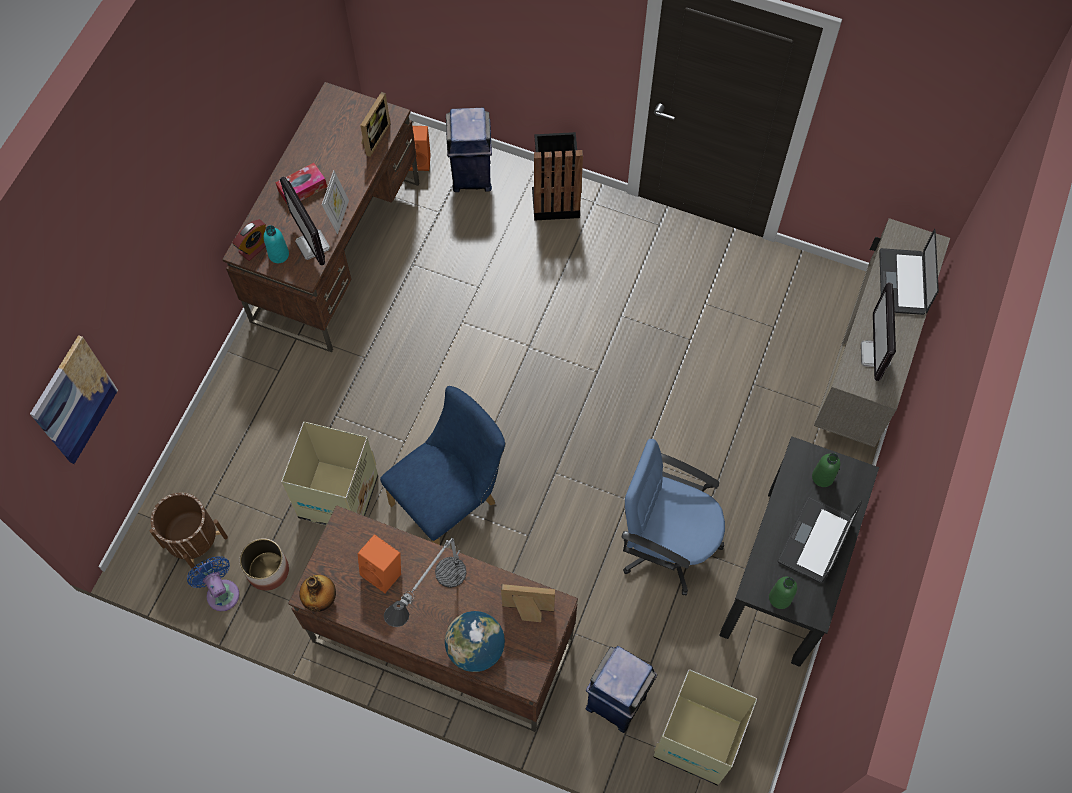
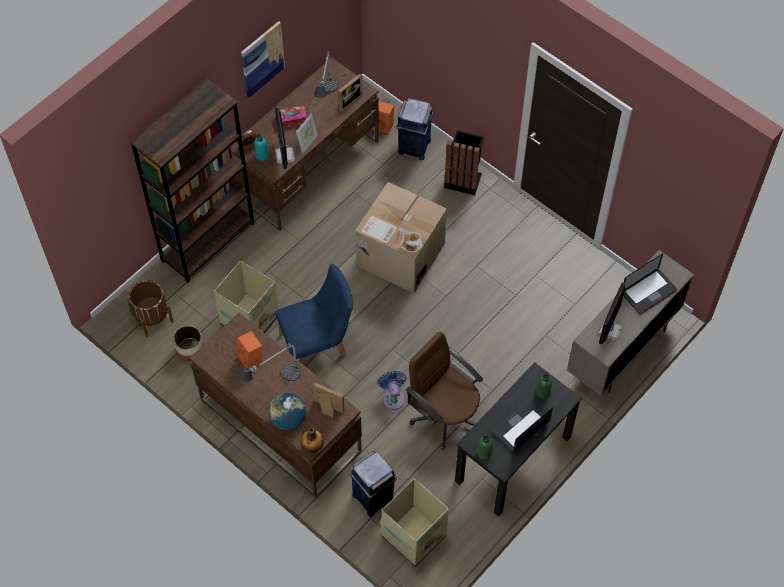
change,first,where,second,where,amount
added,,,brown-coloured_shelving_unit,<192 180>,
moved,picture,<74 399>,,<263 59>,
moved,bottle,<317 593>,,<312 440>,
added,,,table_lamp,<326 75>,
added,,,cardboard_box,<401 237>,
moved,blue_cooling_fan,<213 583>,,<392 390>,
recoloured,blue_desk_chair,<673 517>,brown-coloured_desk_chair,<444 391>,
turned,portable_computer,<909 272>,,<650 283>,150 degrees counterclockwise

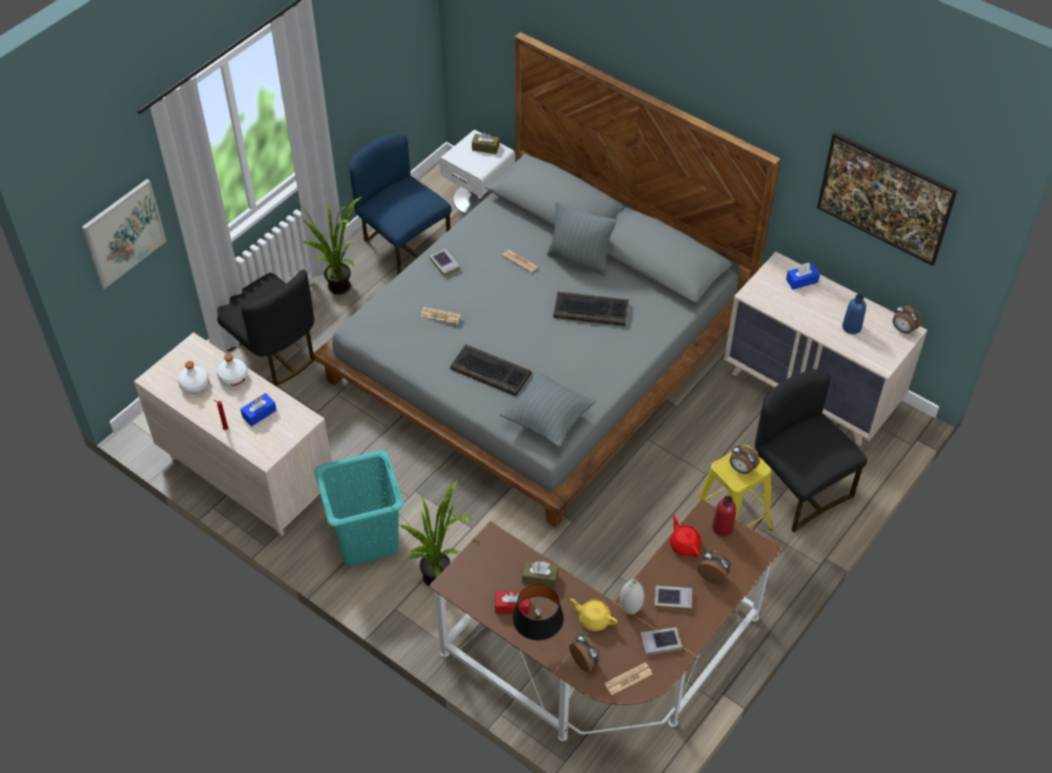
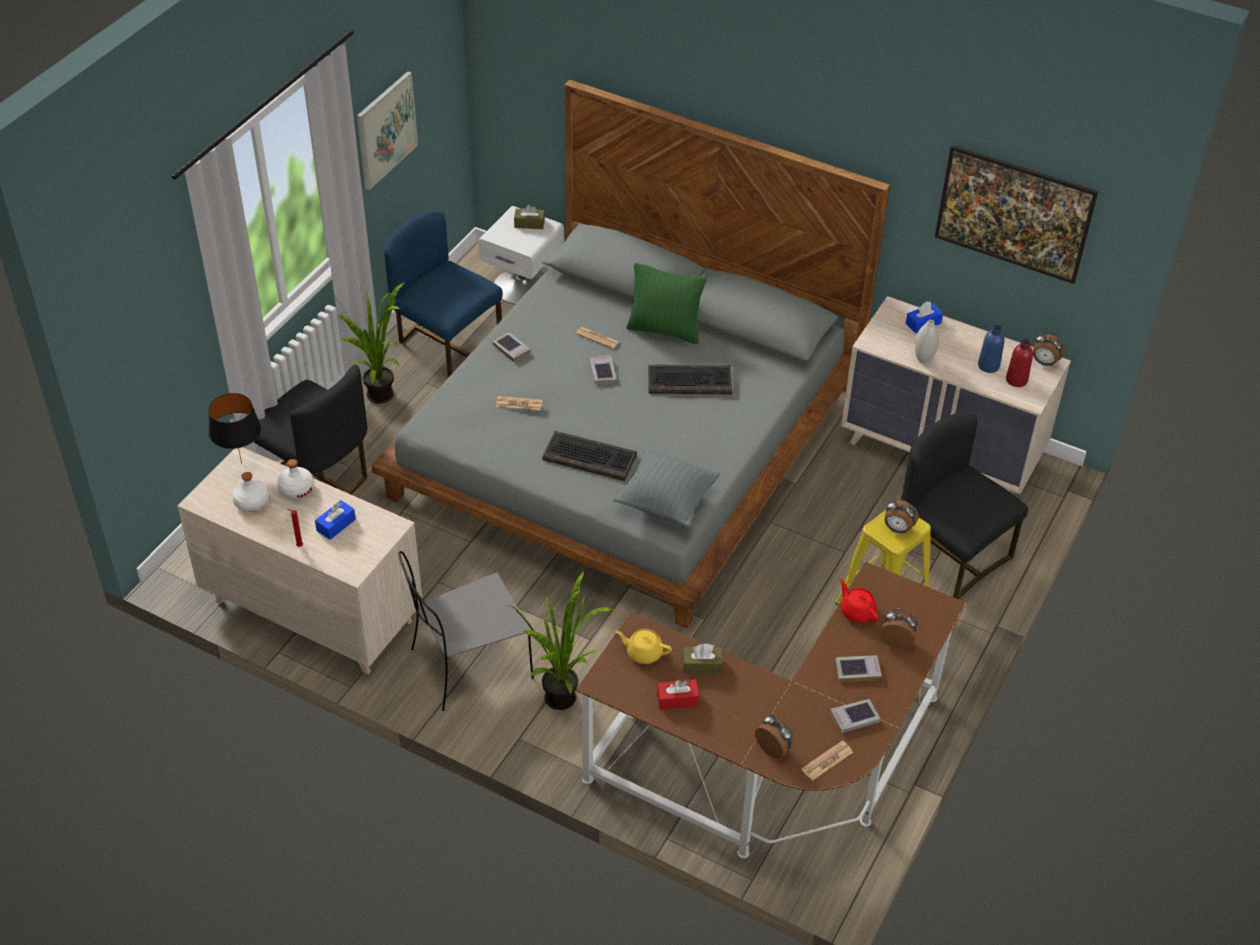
change,first,where,second,where,amount
moved,black-coloured_table_lamp,<538 612>,,<235 428>,
moved,picture,<124 234>,,<387 130>,
replaced,turquoise_washing_basket,<359 508>,grey_plain_chair,<466 631>,
added,,,volume,<602 369>,
moved,yellow-coloured_tea_pot,<594 614>,,<643 646>,
recoloured,grey_cushion,<581 238>,greenish_cushion,<666 303>,
moved,whitish_flower_vase,<632 596>,,<927 341>,
moved,red-coloured_bottle,<724 516>,,<1019 363>,

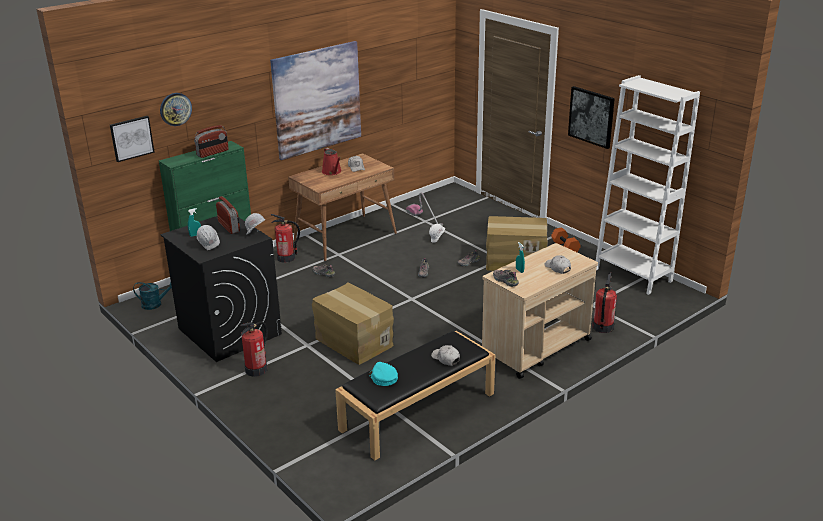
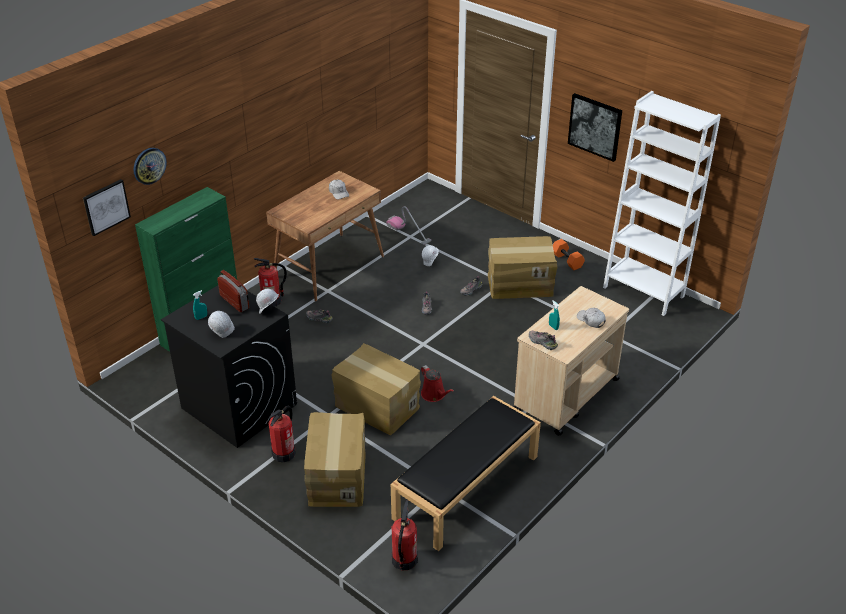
change,first,where,second,where,amount
added,,,cardboard_box,<335 459>,
moved,fire-fighting_cylinder,<605 302>,,<405 535>,
moved,red-coloured_watering_pot,<332 161>,,<437 383>,
removed,turquoise_watering_pot,<152 296>,,,
removed,radio_set,<211 141>,,,
removed,picture,<315 100>,,,
removed,turquoise_peaked_cap,<383 374>,,,
removed,whitish_peaked_cap,<445 355>,,,

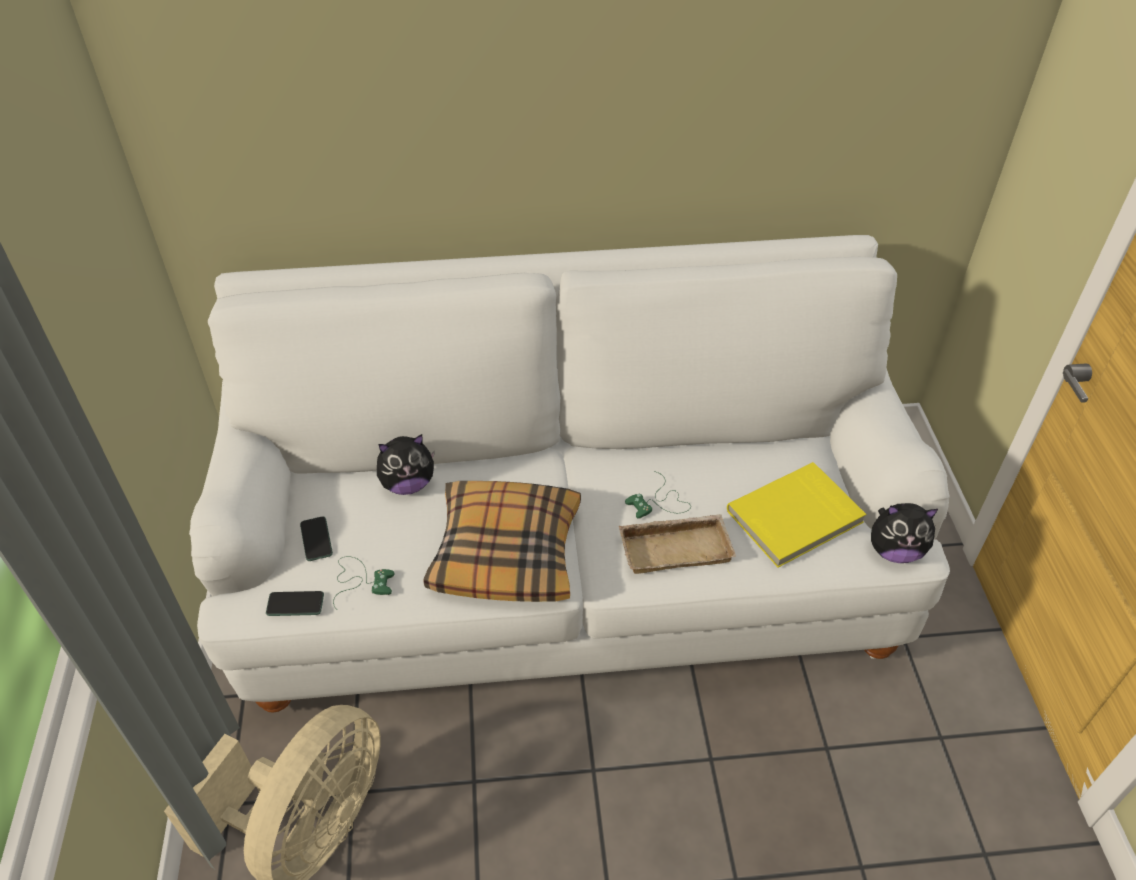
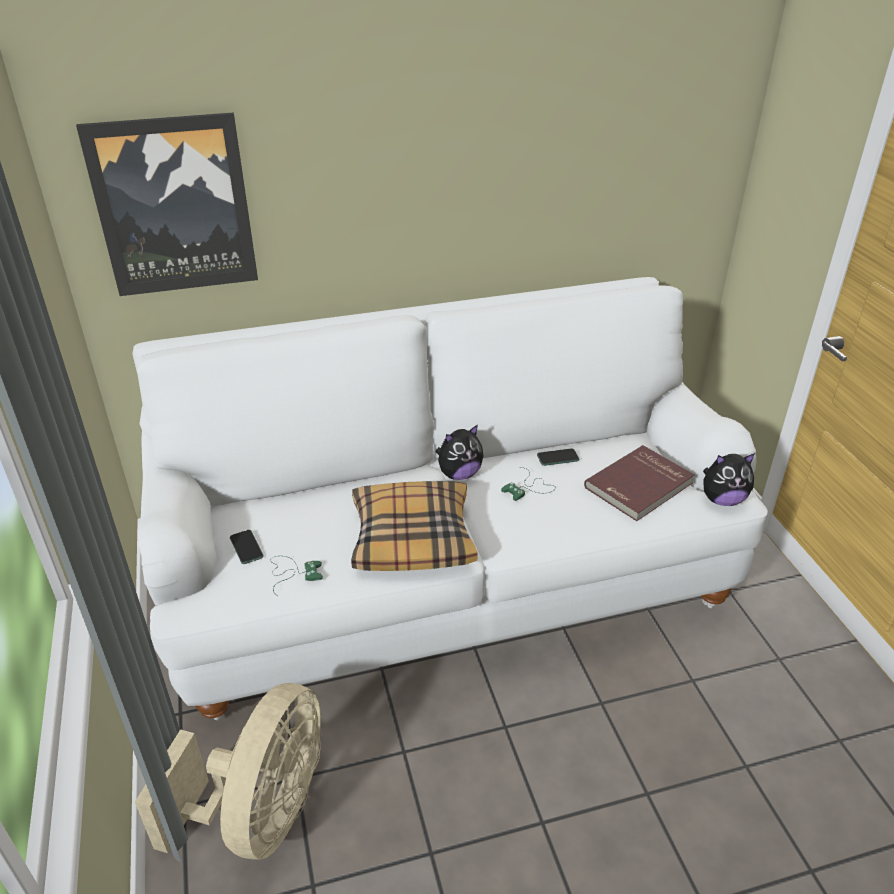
change,first,where,second,where,amount
added,,,picture,<167 204>,
moved,soft_toy,<406 464>,,<460 452>,
moved,handset,<295 603>,,<558 457>,
recoloured,yellow-coloured_volume,<796 514>,red-coloured_volume,<639 483>,
removed,beige_carrying_tray,<677 544>,,,

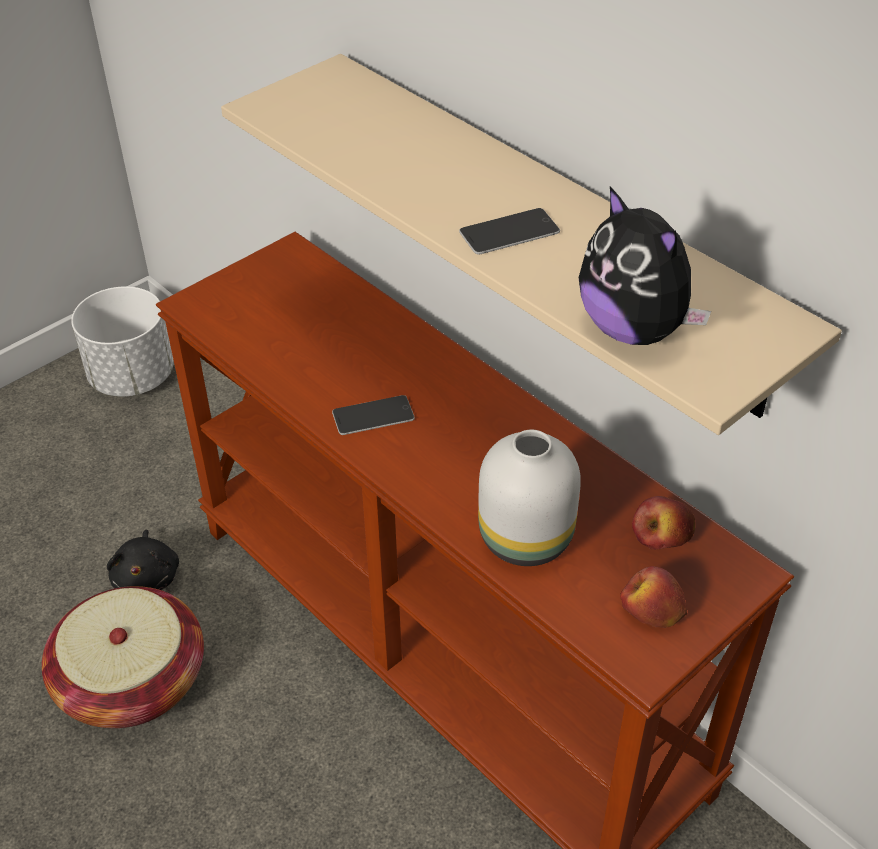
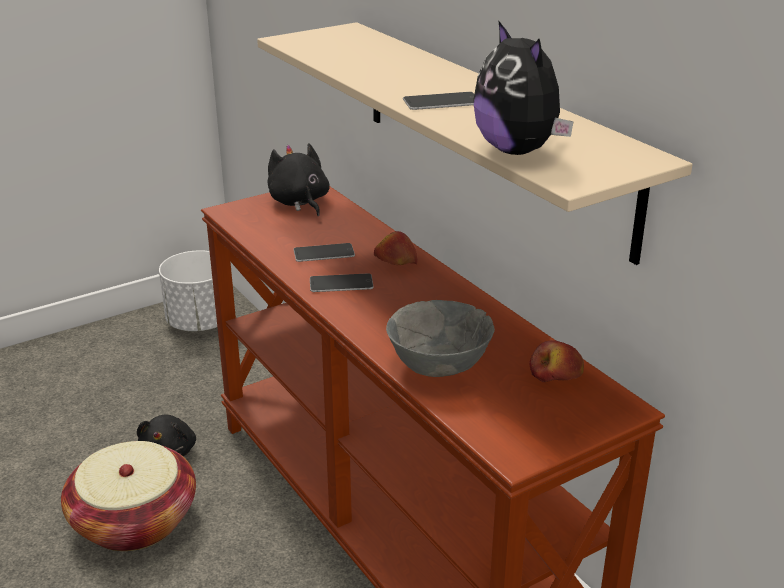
change,first,where,second,where,amount
added,,,black-coloured_soft_toy,<299 180>,
added,,,handset,<324 252>,
moved,whole_apple,<653 597>,,<395 248>,
replaced,whitish_flower_vase,<529 498>,grey_bowl,<440 338>,

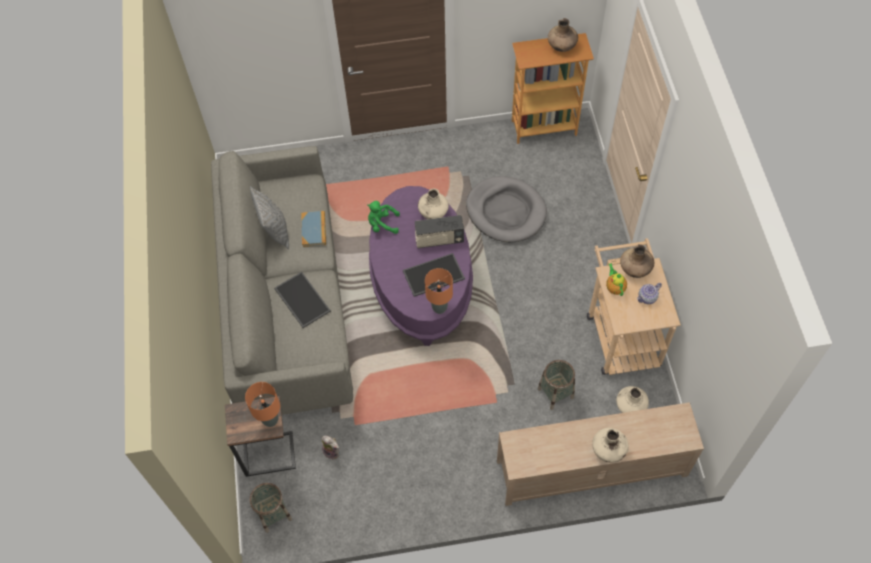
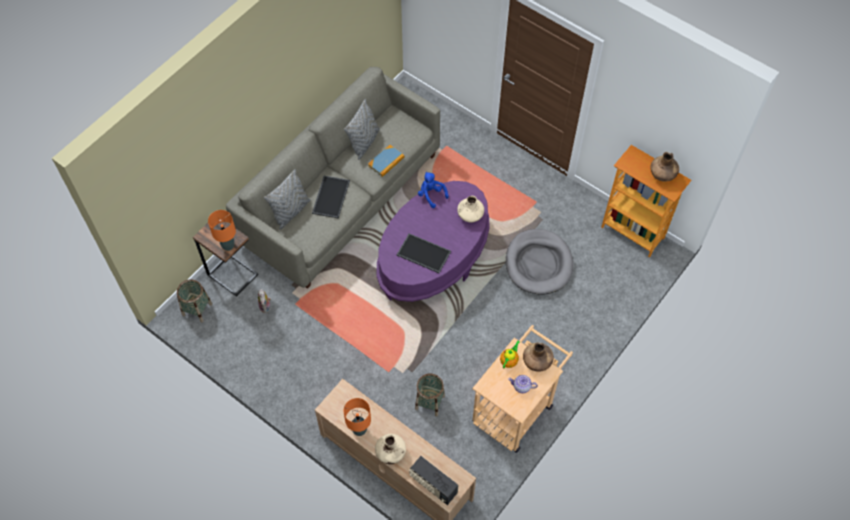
change,first,where,second,where,amount
added,,,grey_cushion,<287 199>,
moved,orange_table_lamp,<439 291>,,<357 417>,
moved,radio_set,<439 231>,,<433 480>,
recoloured,greenish_soft_toy,<383 217>,blue_soft_toy,<433 190>,
removed,beige_flower_vase,<632 399>,,,

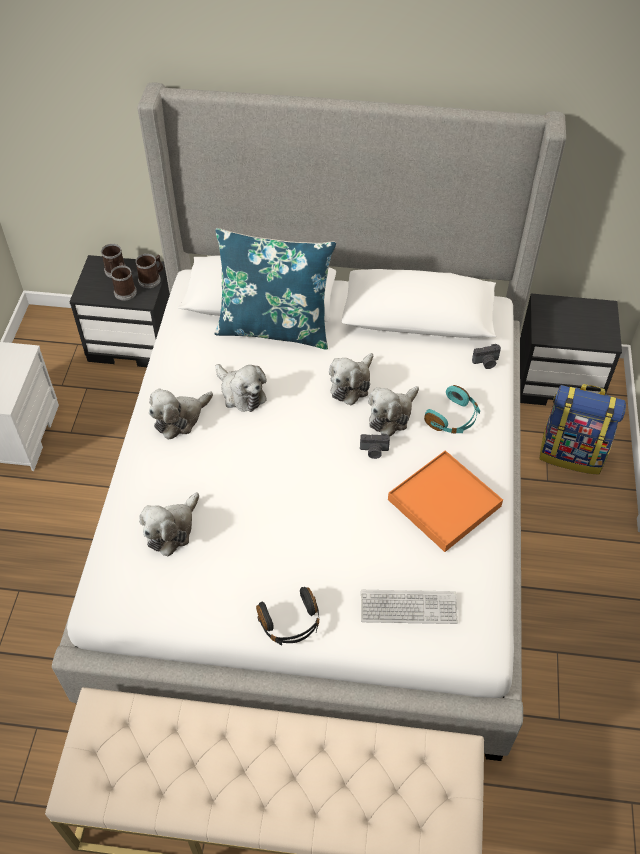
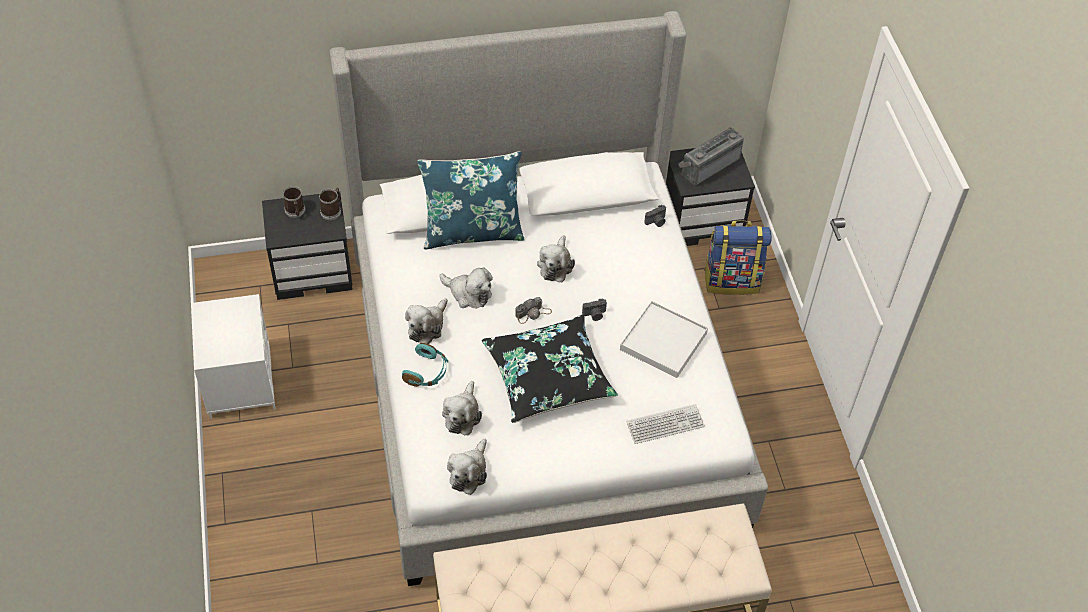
change,first,where,second,where,amount
moved,turquoise_headset,<452 409>,,<425 365>,
moved,soft_toy,<393 411>,,<467 467>,
added,,,black-coloured_cushion,<550 369>,
added,,,photo_camera,<533 310>,
recoloured,orange_carrying_tray,<445 501>,whitish_carrying_tray,<664 339>,
added,,,radio_set,<711 156>,
removed,coffee_mug,<124 281>,,,
removed,black-coloured_headset,<287 616>,,,

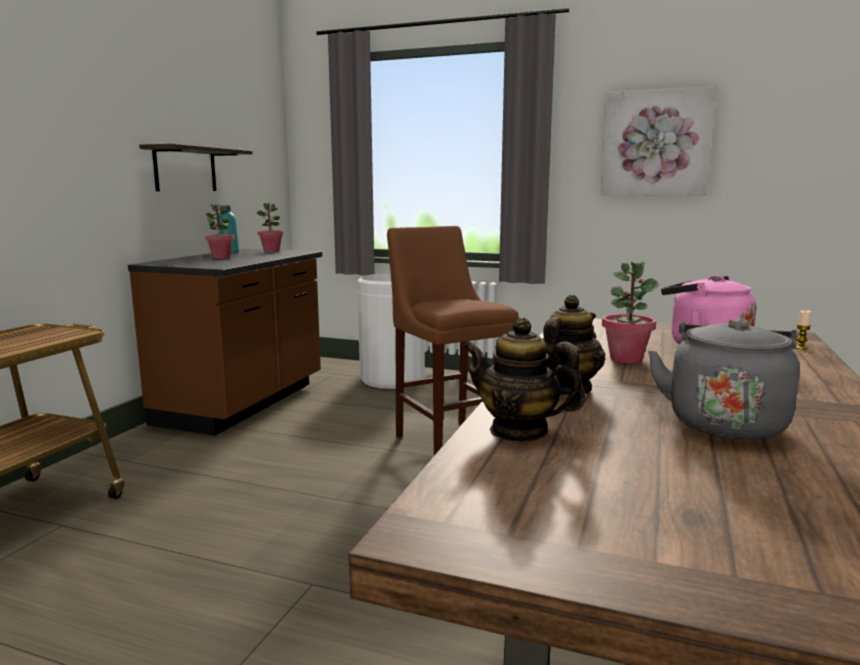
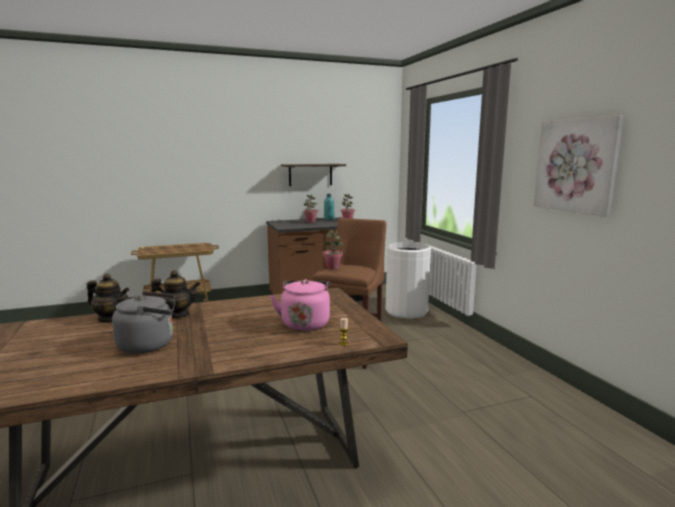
change,first,where,second,where,amount
turned,tea_pot,<524 379>,,<108 298>,120 degrees clockwise
moved,plant_in_a_pot,<630 312>,,<333 250>,

